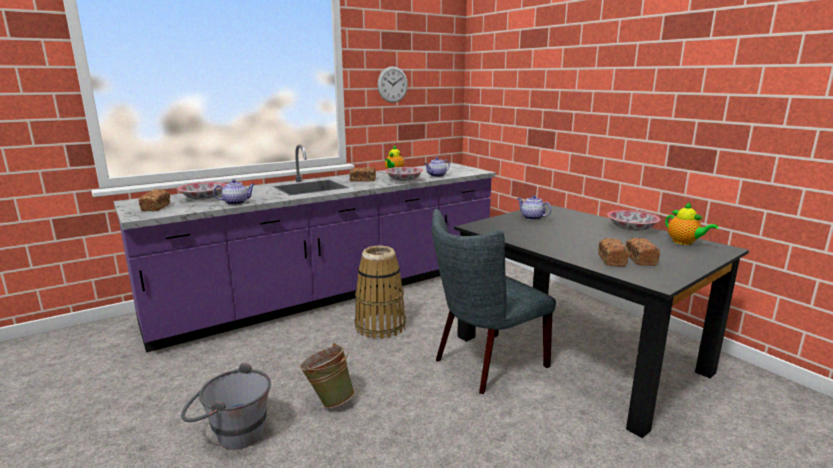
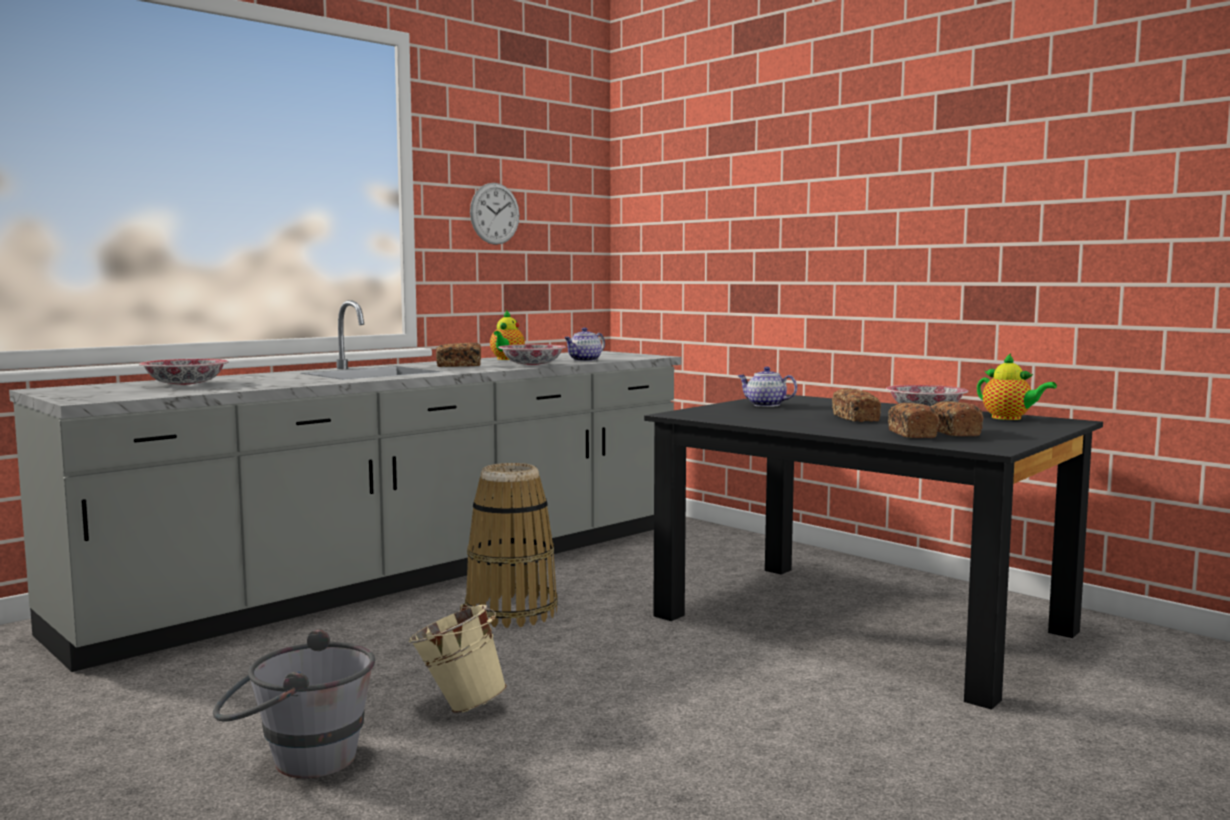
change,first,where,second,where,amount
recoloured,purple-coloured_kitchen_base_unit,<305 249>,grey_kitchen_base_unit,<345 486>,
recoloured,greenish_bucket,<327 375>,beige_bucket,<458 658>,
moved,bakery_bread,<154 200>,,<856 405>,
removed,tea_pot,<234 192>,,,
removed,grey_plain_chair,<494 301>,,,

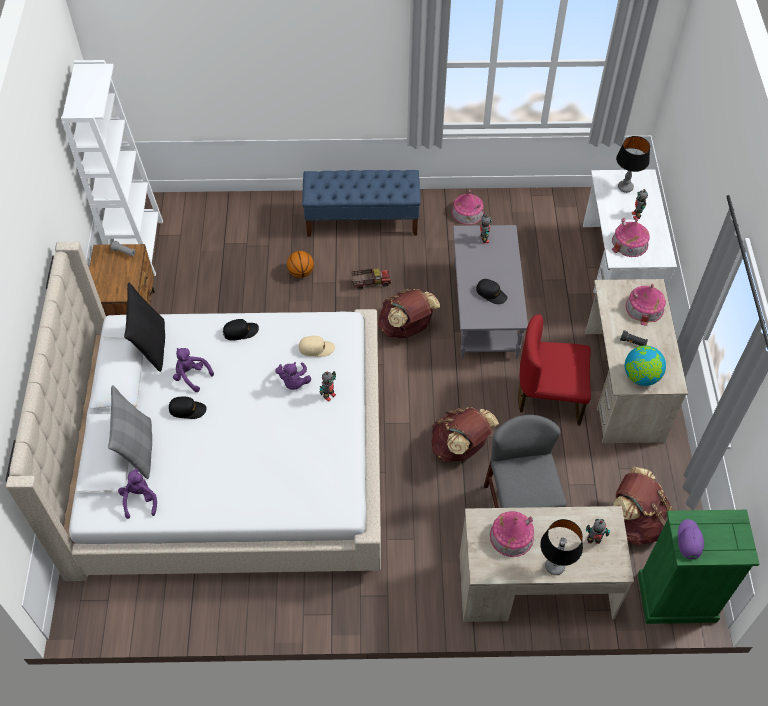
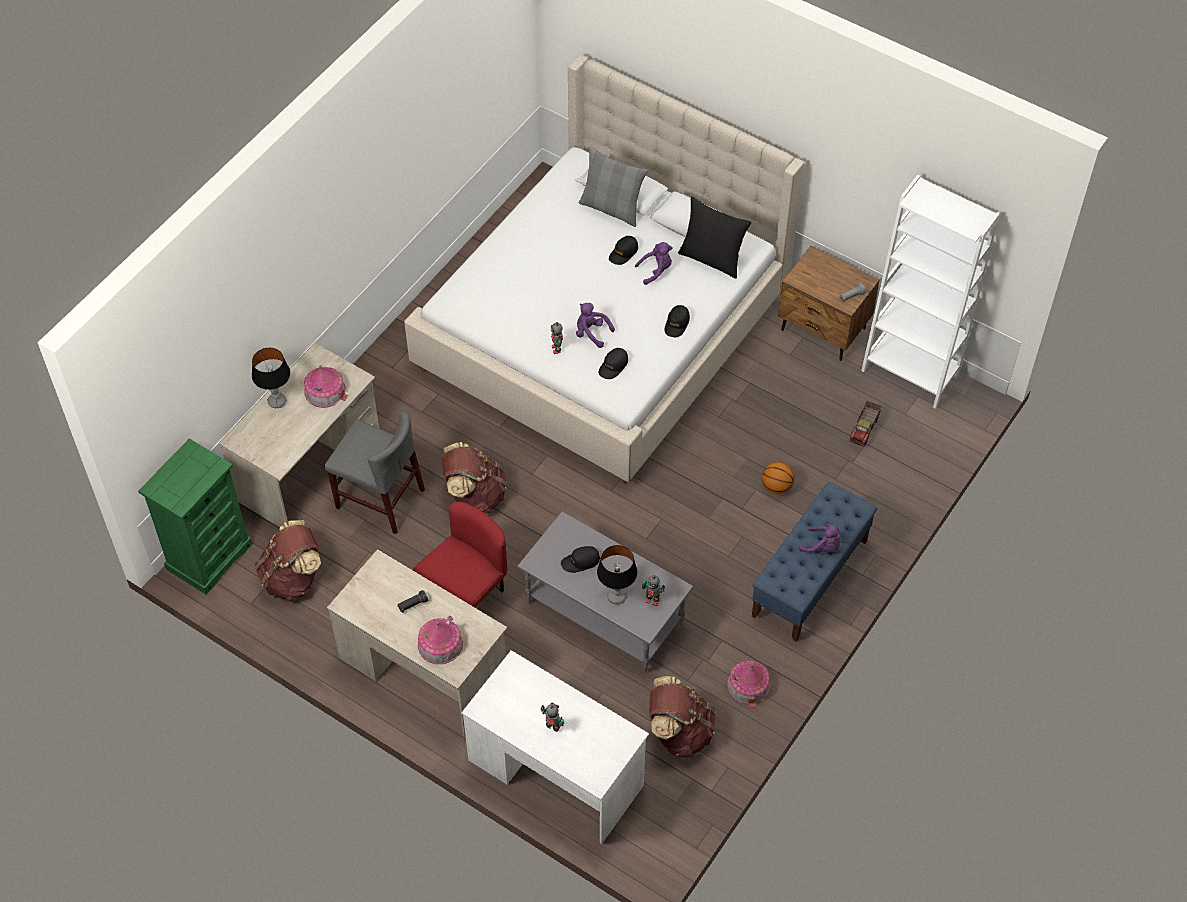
change,first,where,second,where,amount
moved,table_lamp,<633 164>,,<617 574>,
recoloured,beige_peaked_cap,<317 346>,black-coloured_peaked_cap,<613 363>,
moved,brown-coloured_backpack,<409 313>,,<682 717>,
moved,purple-coloured_soft_toy,<137 493>,,<819 538>,
moved,toy_truck,<371 279>,,<865 424>,
removed,model_robot,<598 531>,,,
removed,model_house,<631 237>,,,
removed,desk_globe,<645 365>,,,
removed,purple-coloured_peaked_cap,<691 539>,,,

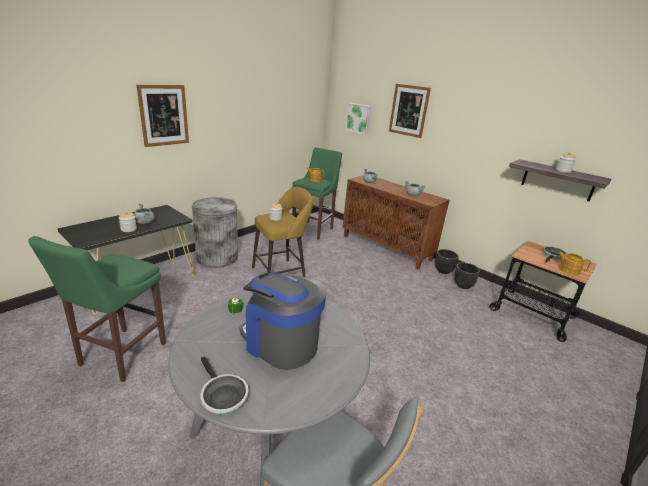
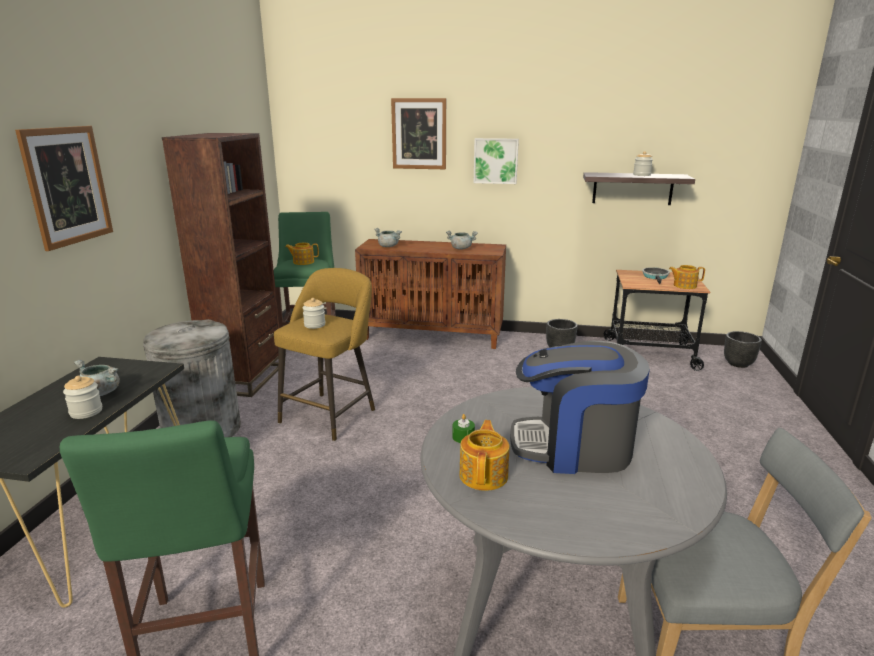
change,first,where,second,where,amount
added,,,brown-coloured_shelving_unit,<221 265>,
added,,,tea_pot,<484 455>,
moved,picture,<358 119>,,<496 161>,
moved,black-coloured_plant_pot,<447 261>,,<743 349>,
removed,pan,<224 385>,,,

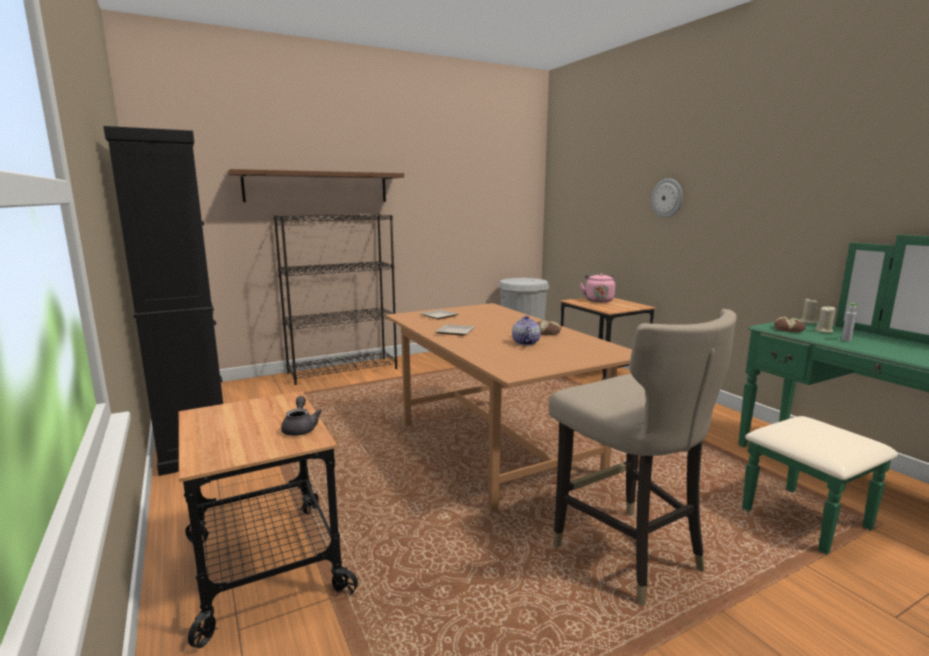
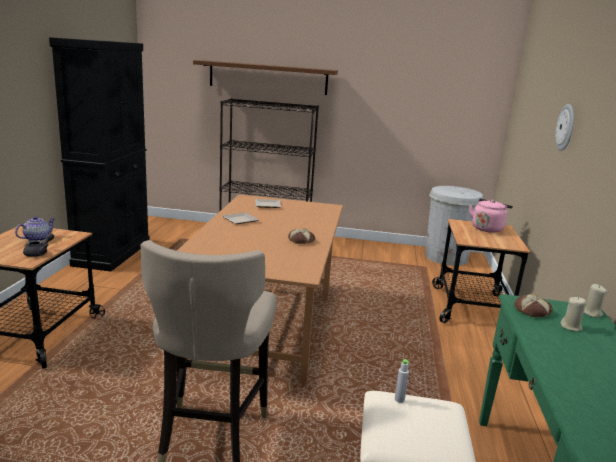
change,first,where,second,where,amount
moved,tea_pot,<526 330>,,<35 228>,
moved,grey_bottle,<849 322>,,<402 381>,

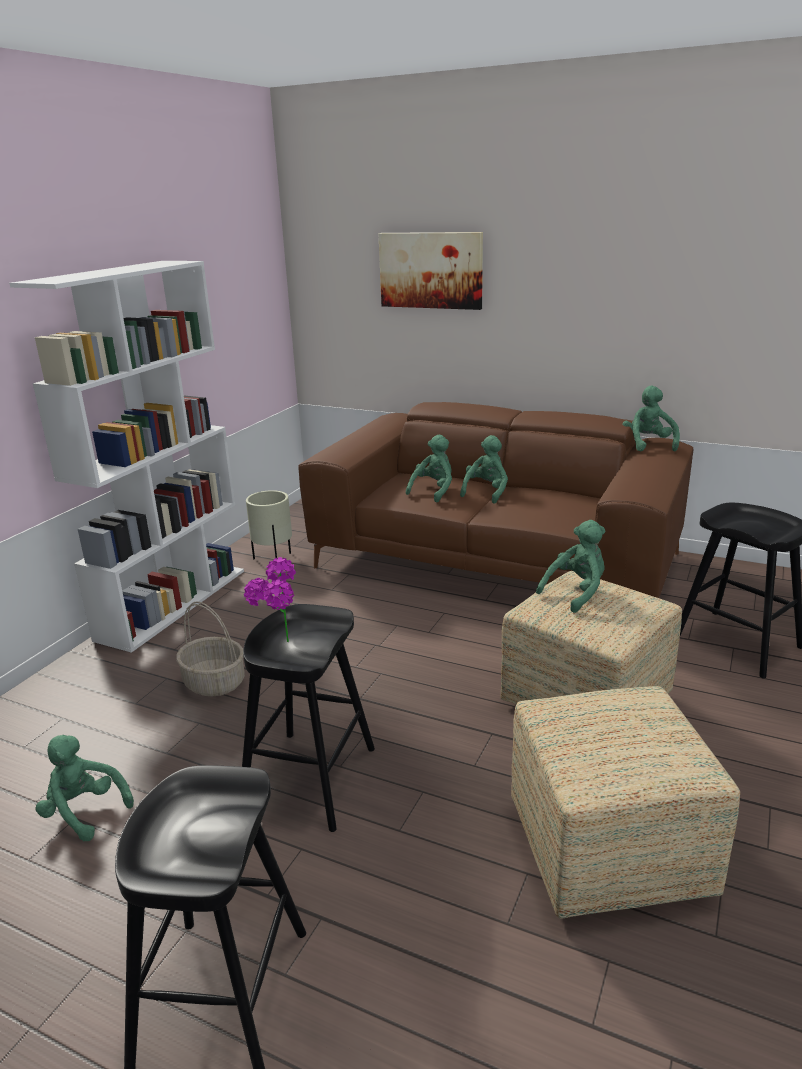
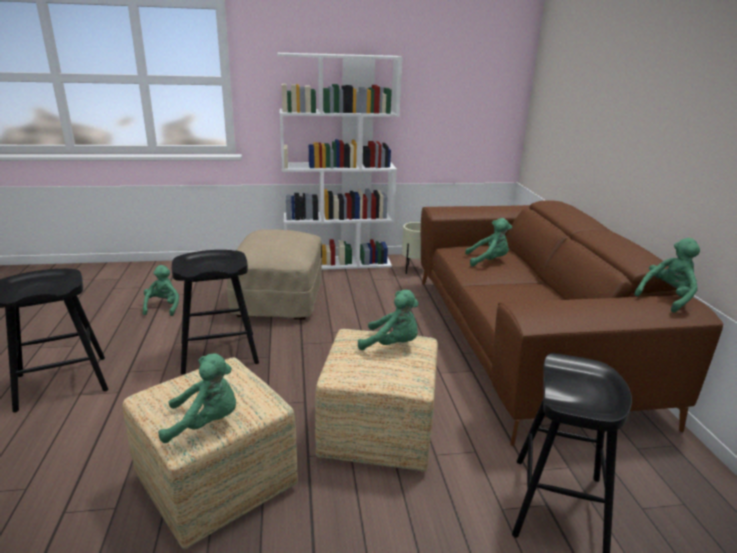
change,first,where,second,where,amount
moved,greenish_soft_toy,<484 469>,,<197 398>,
replaced,basket,<210 649>,beige_ottoman,<274 274>,
removed,plant_in_a_pot,<270 599>,,,
removed,picture,<430 271>,,,

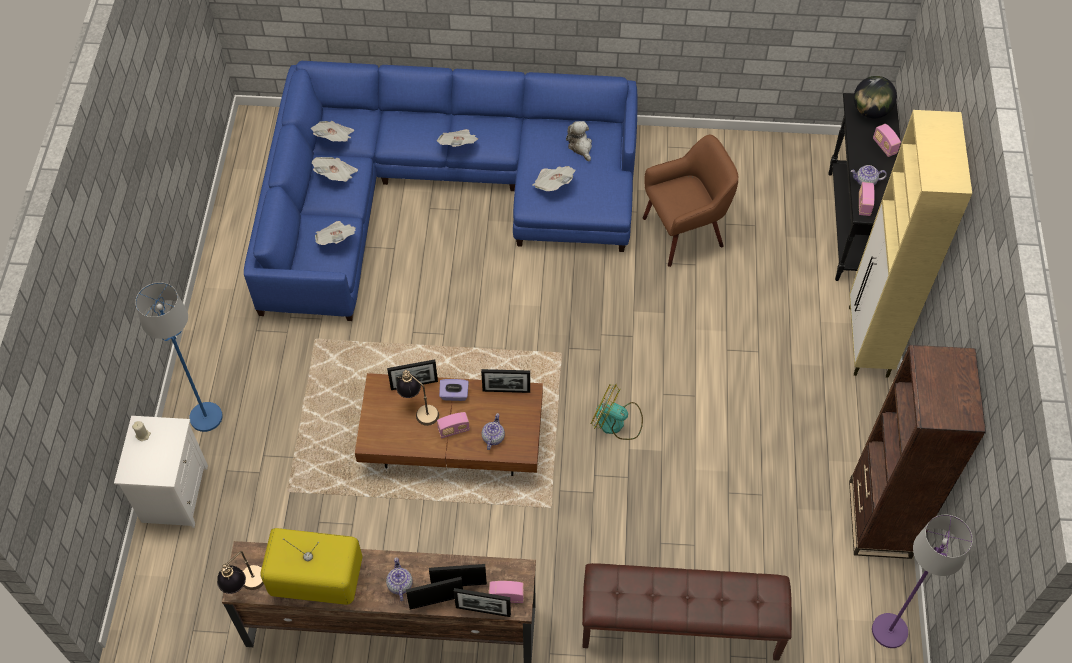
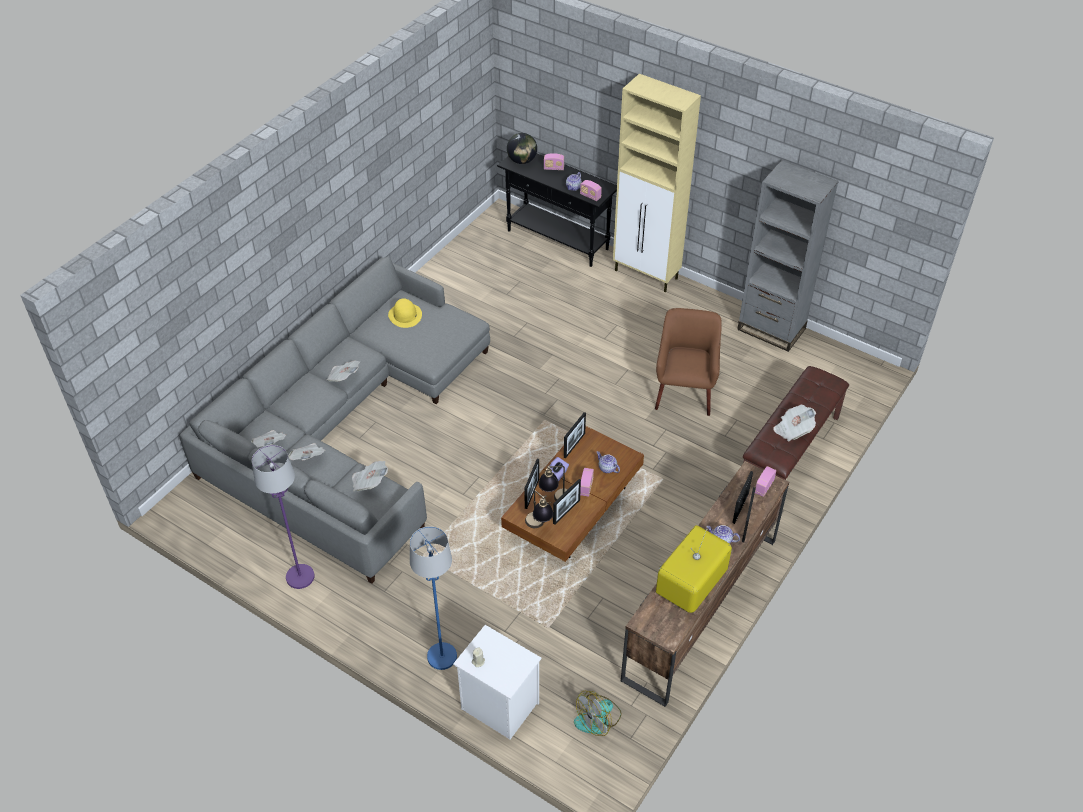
change,first,where,second,where,amount
recoloured,blue_sofa,<441 191>,grey_sofa,<334 420>,
moved,purple-coloured_standard_lamp,<922 581>,,<283 517>,
replaced,soft_toy,<579 141>,yellow-coloured_wearable_hat,<405 313>,
moved,table_lamp,<240 572>,,<539 509>,
moved,standing_frame,<482 602>,,<567 502>,
moved,cooling_fan,<617 412>,,<597 713>,
moved,brown-coloured_lounge_chair,<690 201>,,<688 362>,
recoloured,brown-coloured_shelving_unit,<917 452>,grey_shelving_unit,<788 256>,
moved,printed_paper,<553 178>,,<794 423>,

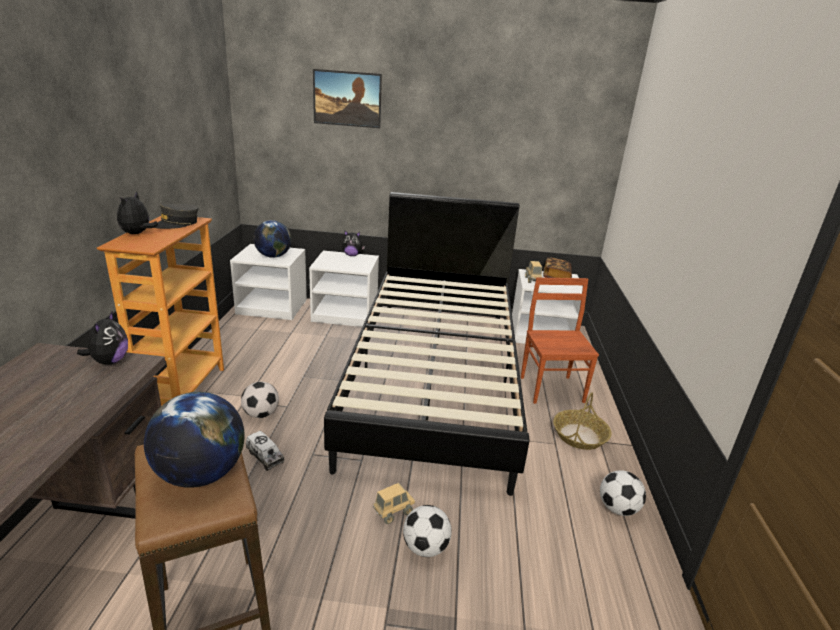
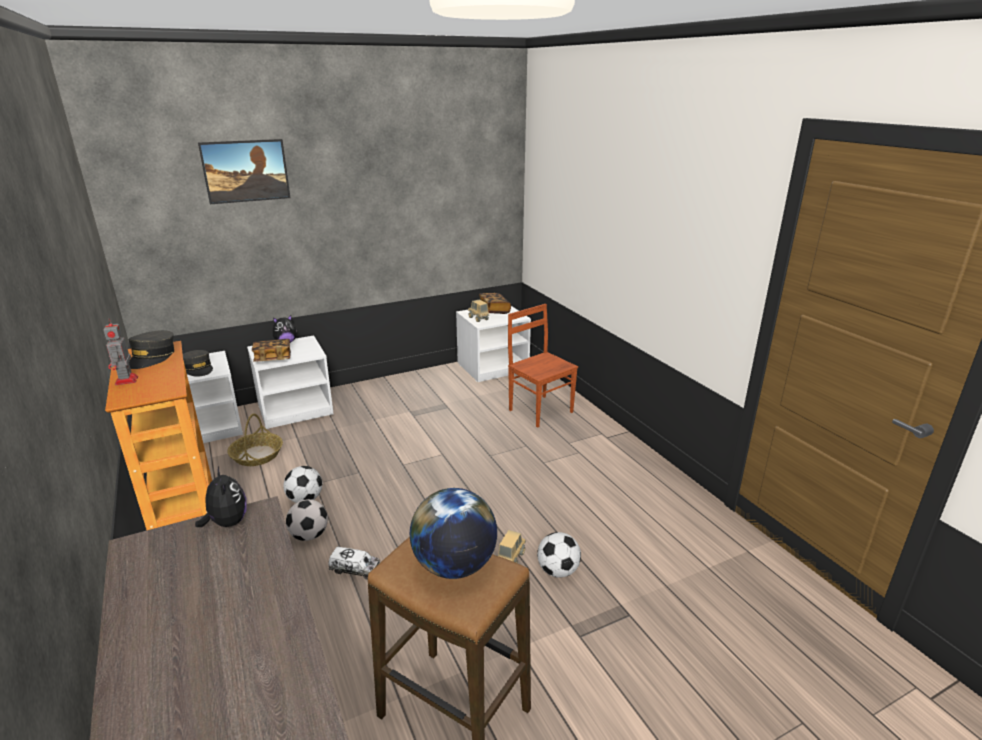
change,first,where,second,where,amount
replaced,soft_toy,<137 213>,model_robot,<120 351>,
replaced,desk_globe,<272 239>,grey_peaked_cap,<198 363>,
moved,basket,<582 421>,,<255 440>,
added,,,volume,<271 350>,
moved,ball_for_football,<623 493>,,<302 484>,
removed,black-coloured_sleeping_bed,<426 344>,,,

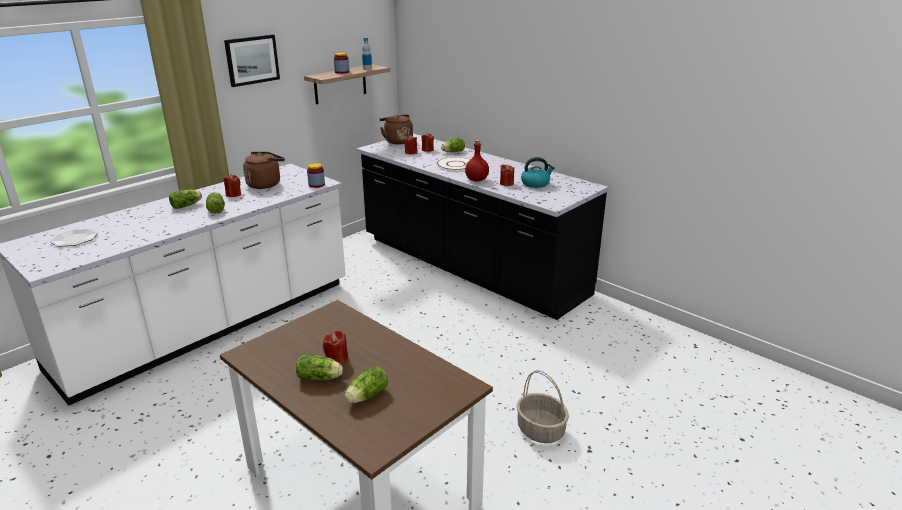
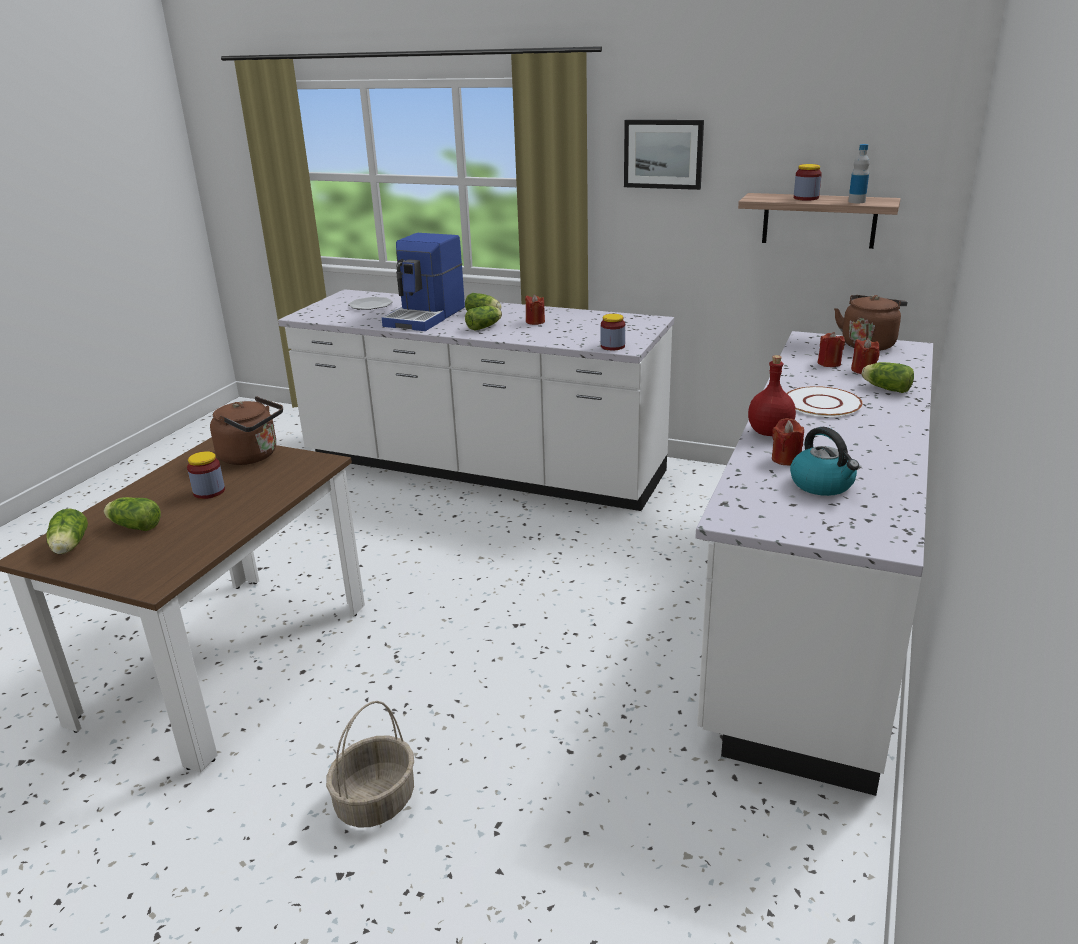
change,first,where,second,where,amount
moved,head_of_lettuce,<319 367>,,<67 531>,
replaced,red-coloured_wax_light,<335 347>,jar,<206 475>,
moved,brown-coloured_tea_kettle,<264 170>,,<246 430>,
added,,,coffee_brewer,<423 282>,
recoloured,black-coloured_kitchen_base_unit,<482 227>,whitish_kitchen_base_unit,<814 563>,

